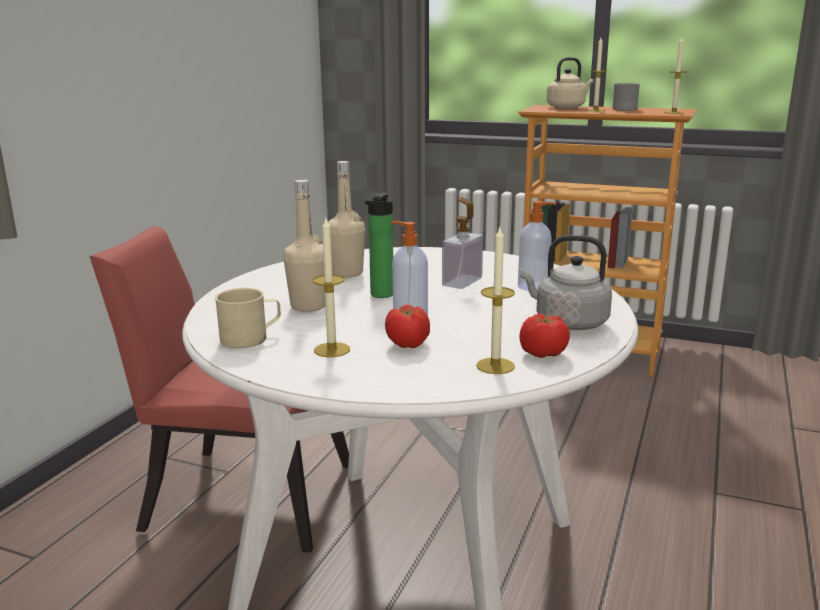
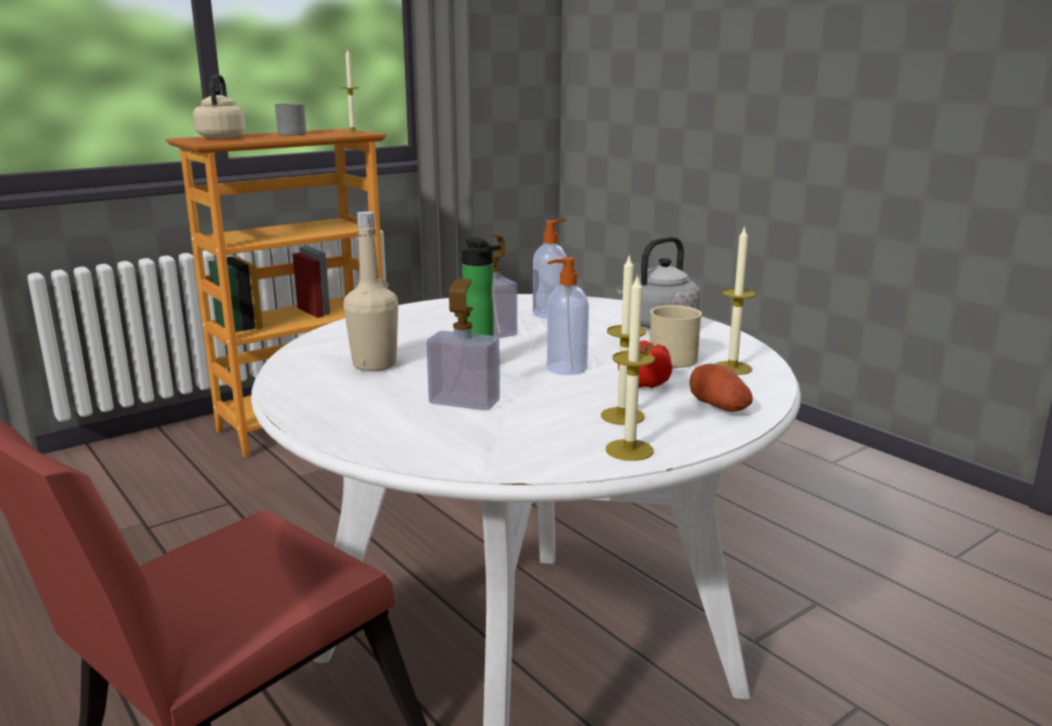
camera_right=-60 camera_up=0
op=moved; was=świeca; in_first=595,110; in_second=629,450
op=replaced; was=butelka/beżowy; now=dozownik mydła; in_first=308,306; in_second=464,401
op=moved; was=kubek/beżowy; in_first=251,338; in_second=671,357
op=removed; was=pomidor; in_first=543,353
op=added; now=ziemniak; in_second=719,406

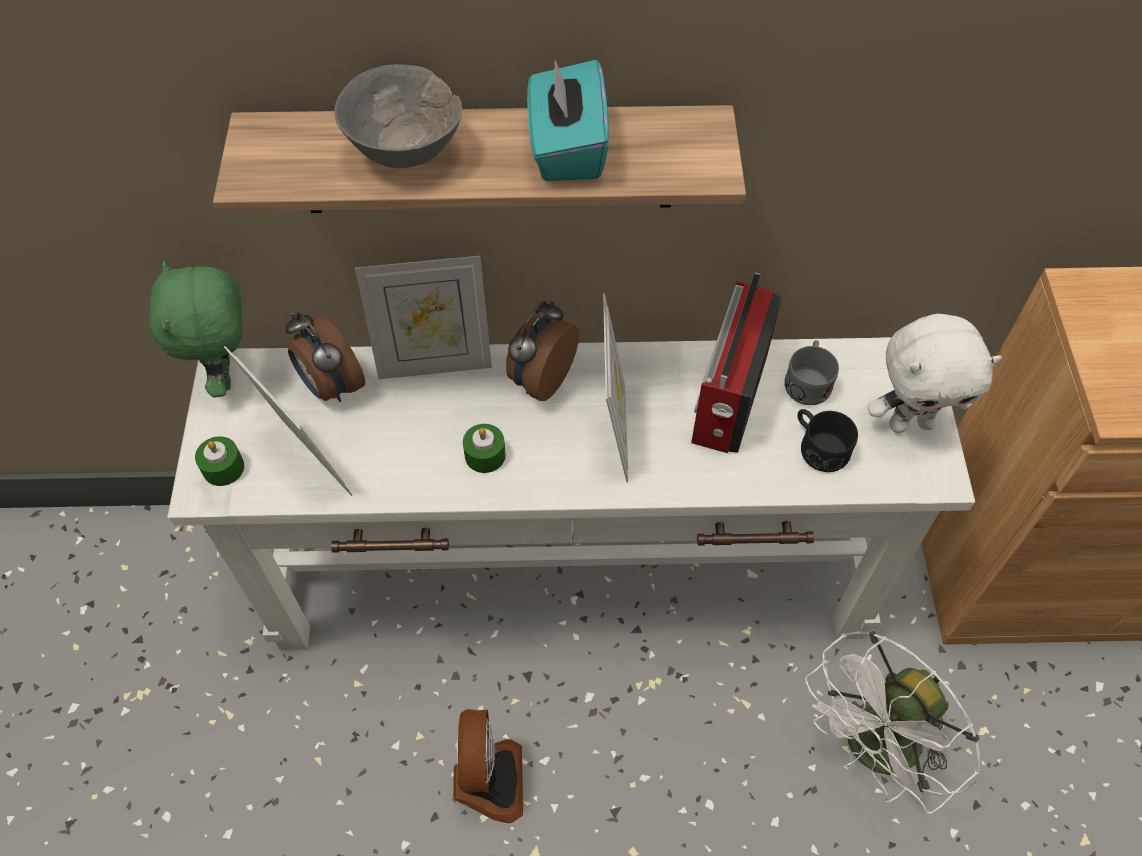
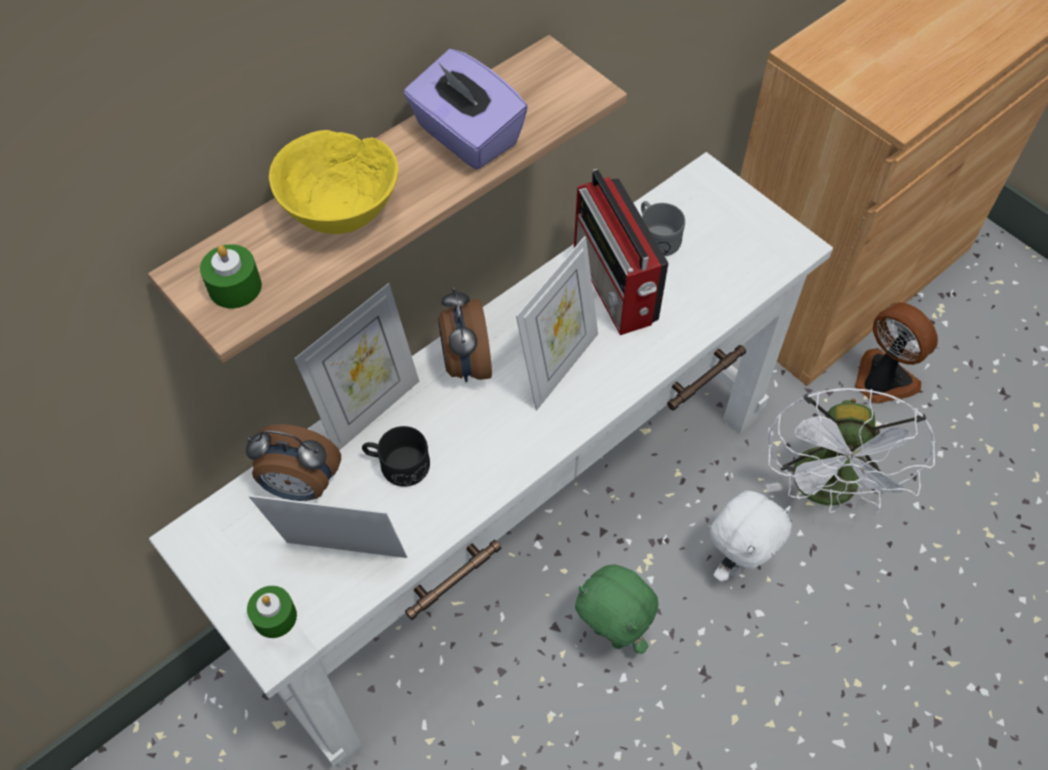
camera_right=-40 camera_up=0
op=recoloured; was=pudełko chusteczek/turkusowy; now=pudełko chusteczek/fioletowy; in_first=567,149; in_second=466,136
op=recoloured; was=miska/szary; now=miska/żółty; in_first=406,152; in_second=342,214
op=moved; was=pluszak/zielony; in_first=226,375; in_second=611,634
op=turned; was=ramka na zdjęcie; in_first=613,431; in_second=558,365; clockwise=75
op=moved; was=pluszak/biały; in_first=910,423; in_second=737,561
op=moved; was=kubek/czarny; in_first=818,446; in_second=397,464
op=moved; was=świeca/zielony; in_first=485,455; in_second=235,287
op=moved; was=wentylator; in_first=487,781; in_second=881,381

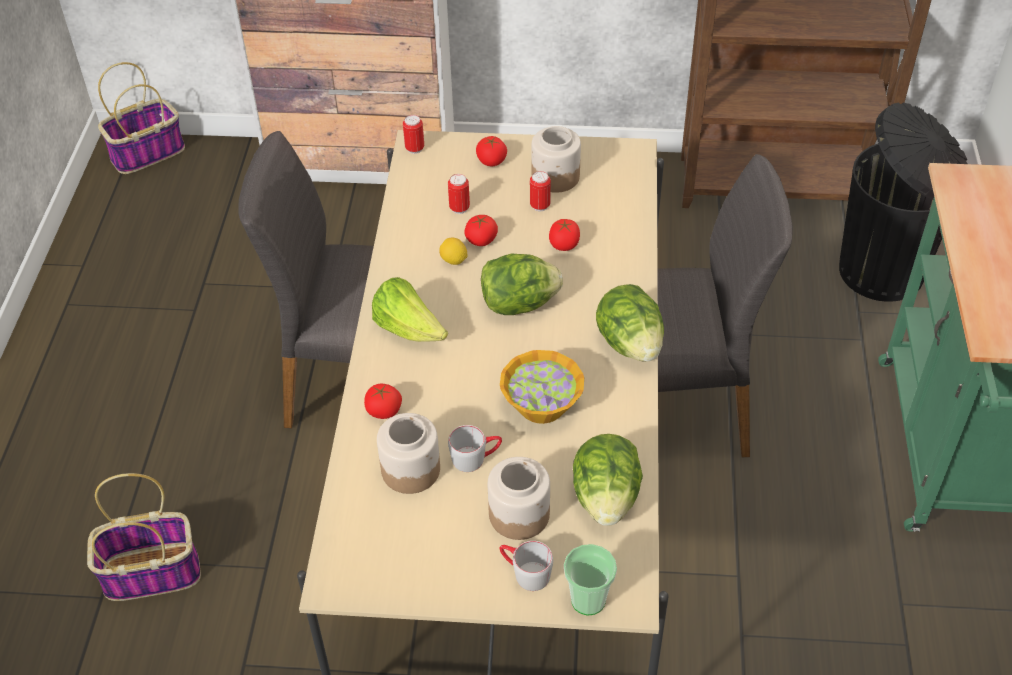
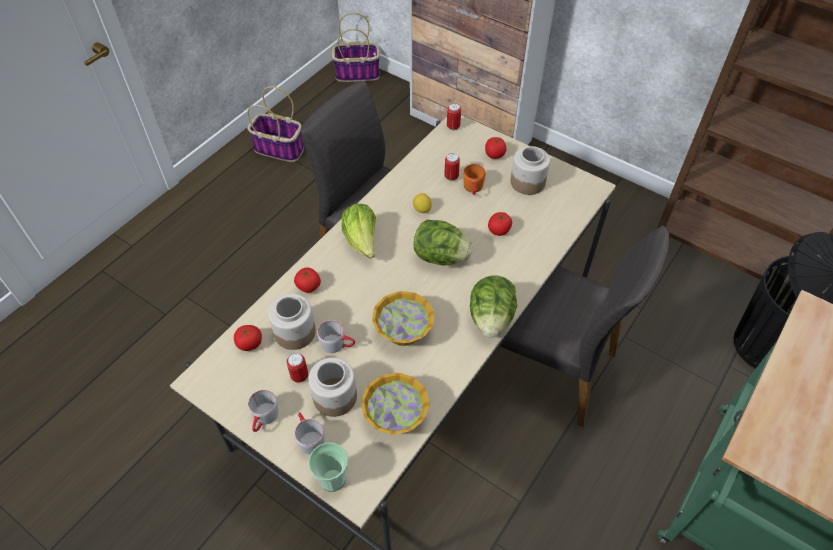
camera_right=30 camera_up=5
op=moved; was=puszka; in_first=540,206; in_second=299,376
op=moved; was=pomidor; in_first=481,240; in_second=250,343
op=replaced; was=sałata; now=miska; in_first=606,498; in_second=396,416
op=moved; was=koszyk; in_first=153,572; in_second=280,149
op=added; now=kubek/pomarańczowy; in_second=473,189
op=added; now=kubek/szary; in_second=264,419

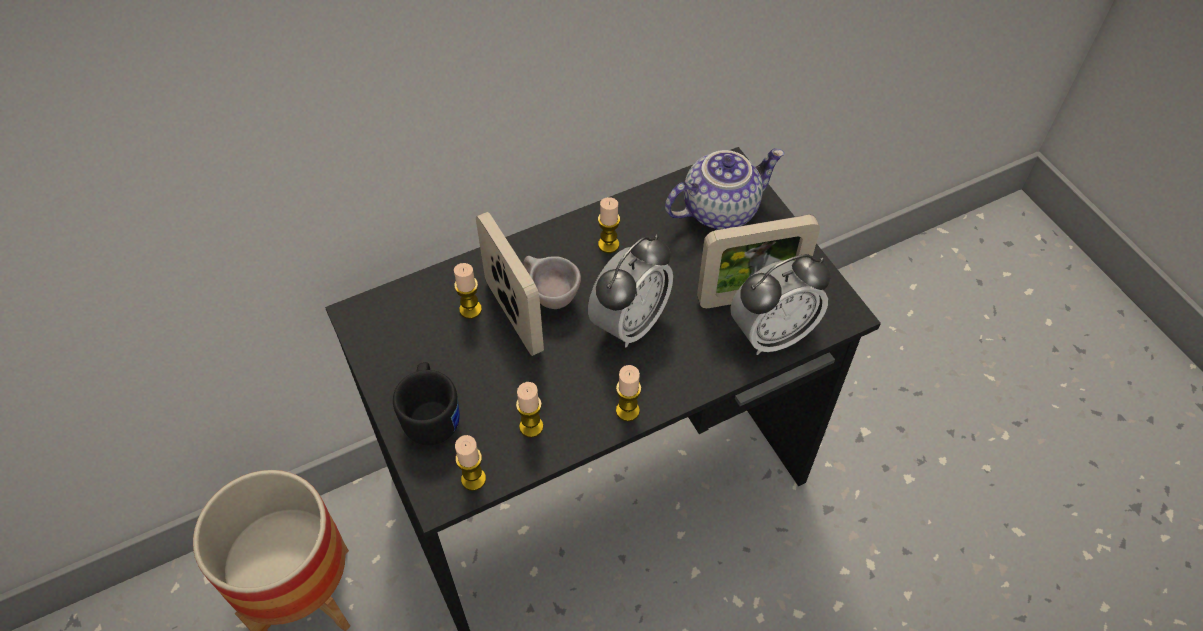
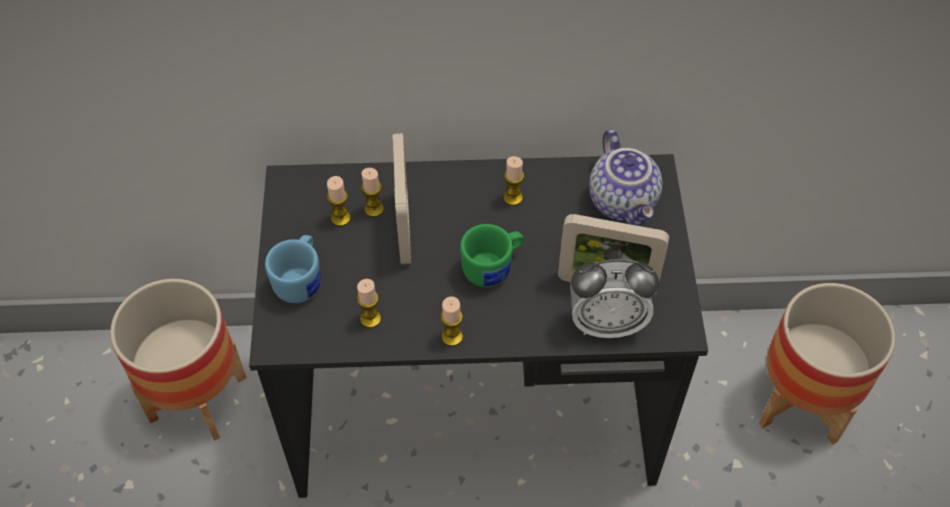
camera_right=25 camera_up=0
op=turned; was=imbryk; in_first=720,209; in_second=624,202; clockwise=75
op=replaced; was=budzik; now=kubek/zielony; in_first=629,322; in_second=493,268
op=removed; was=filiżanka/beżowy; in_first=549,296
op=recoloured; was=kubek/czarny; now=kubek/niebieski; in_first=432,415; in_second=301,280
op=moved; was=świeca; in_first=473,479; in_second=340,218
op=added; now=donica; in_second=802,402

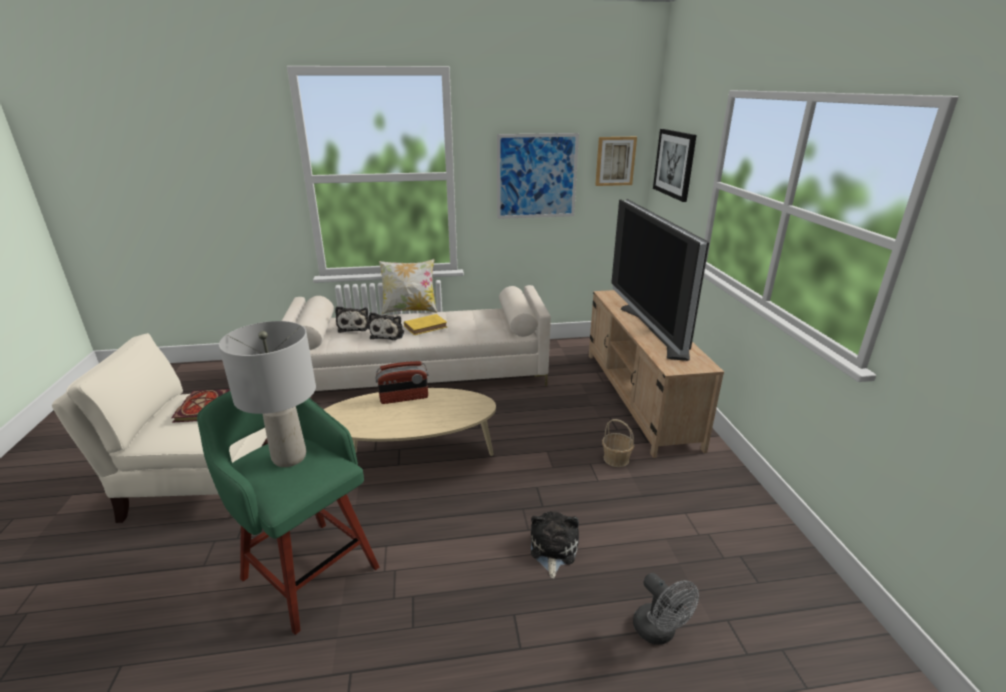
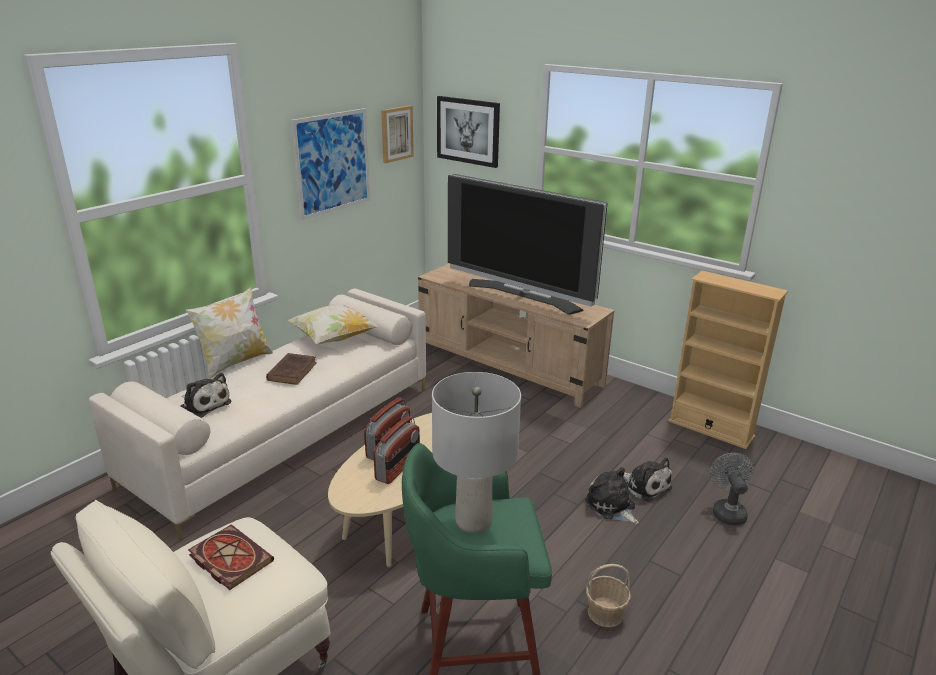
camera_right=-45 camera_up=0
op=moved; was=pluszak; in_first=388,334; in_second=645,485
op=recoloured; was=książka/żółty; now=książka/brązowy; in_first=426,326; in_second=293,371
op=moved; was=koszyk; in_first=616,459; in_second=605,613
op=turned; was=wentylator/szary; in_first=659,632; in_second=727,511; clockwise=-105
op=added; now=regał/beżowy; in_second=710,429
op=added; now=poduszka; in_second=334,338
op=added; now=radio; in_second=398,467

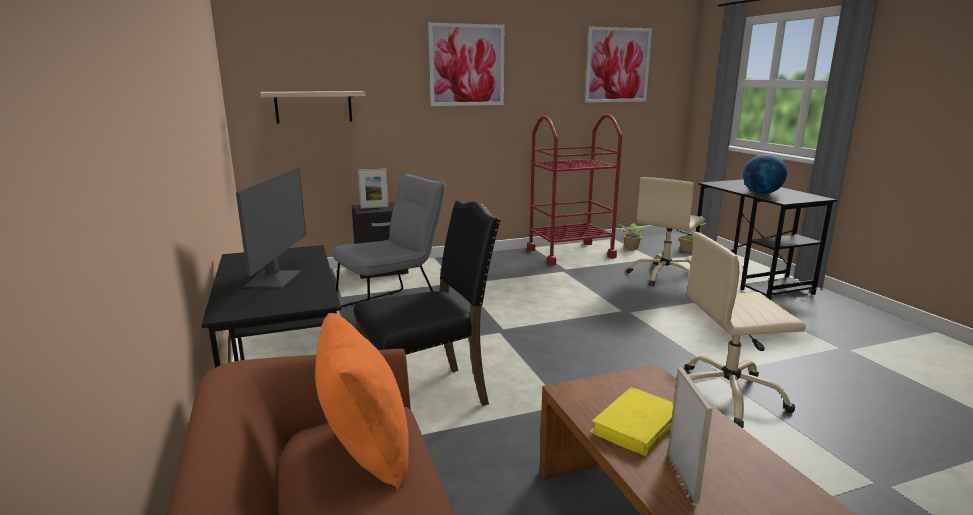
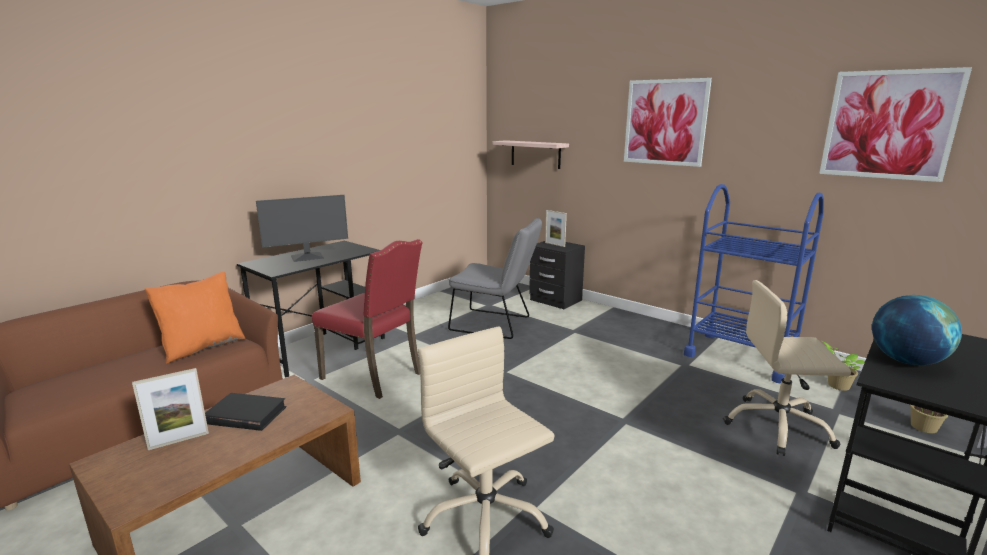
camera_right=60 camera_up=0
op=recoloured; was=wózek/czerwony; now=wózek/niebieski; in_first=570,253; in_second=740,356
op=recoloured; was=krzesło/czarny; now=krzesło/czerwony; in_first=428,396; in_second=374,375
op=recoloured; was=książka/żółty; now=książka/czarny; in_first=637,425; in_second=245,415

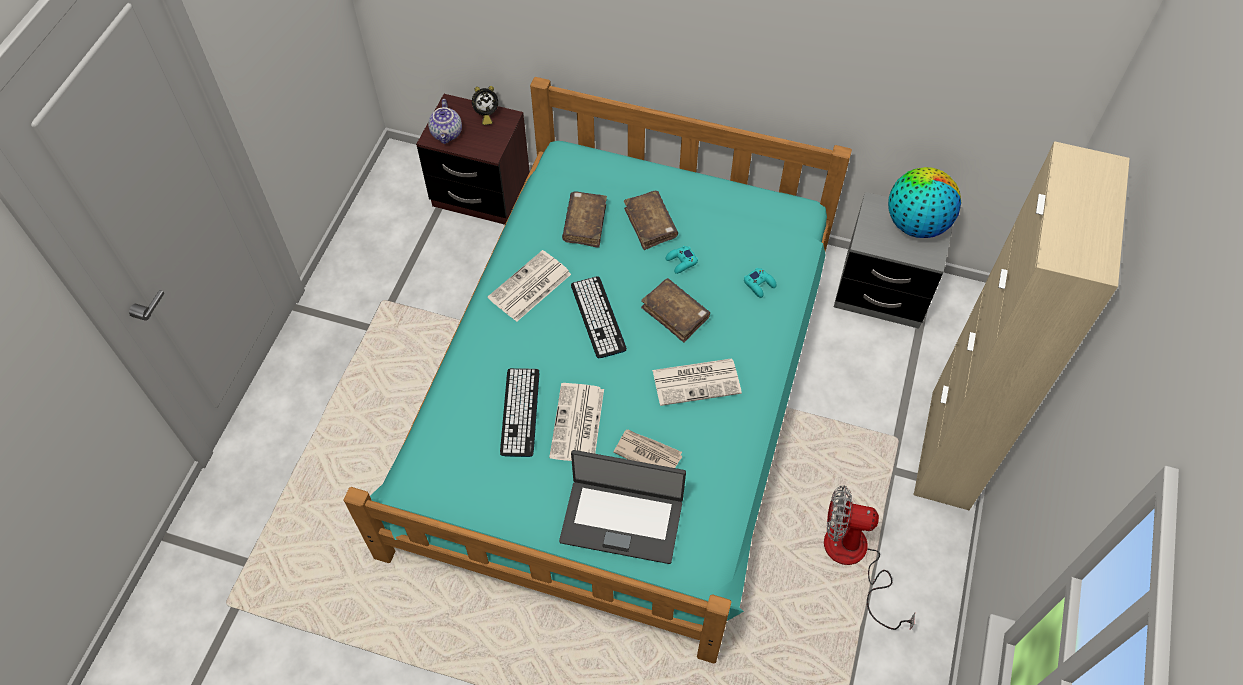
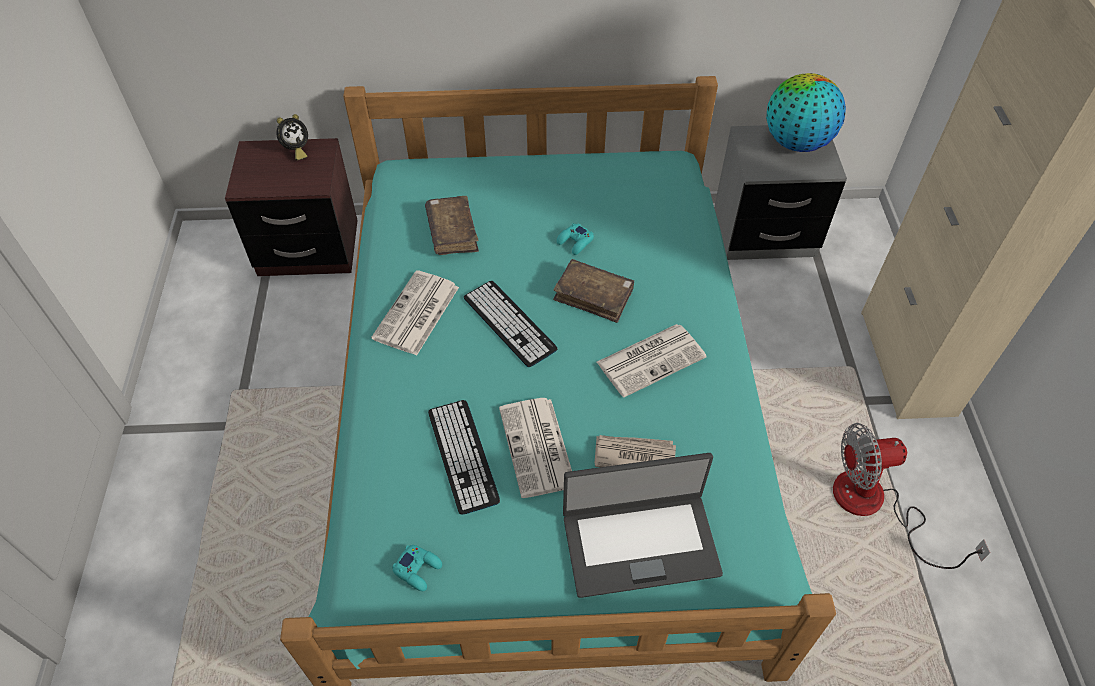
camera_right=-20 camera_up=-5
op=removed; was=imbryk; in_first=447,134
op=removed; was=książka/brązowy; in_first=650,224
op=moved; was=pad do gier/turkusowy; in_first=759,284; in_second=418,569

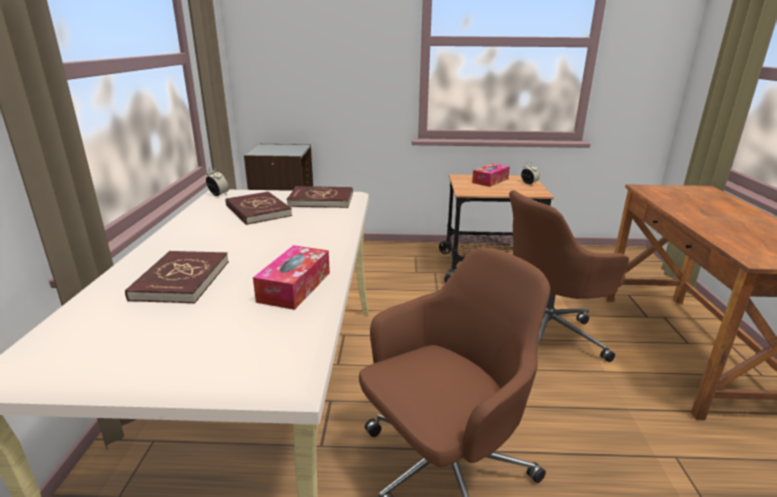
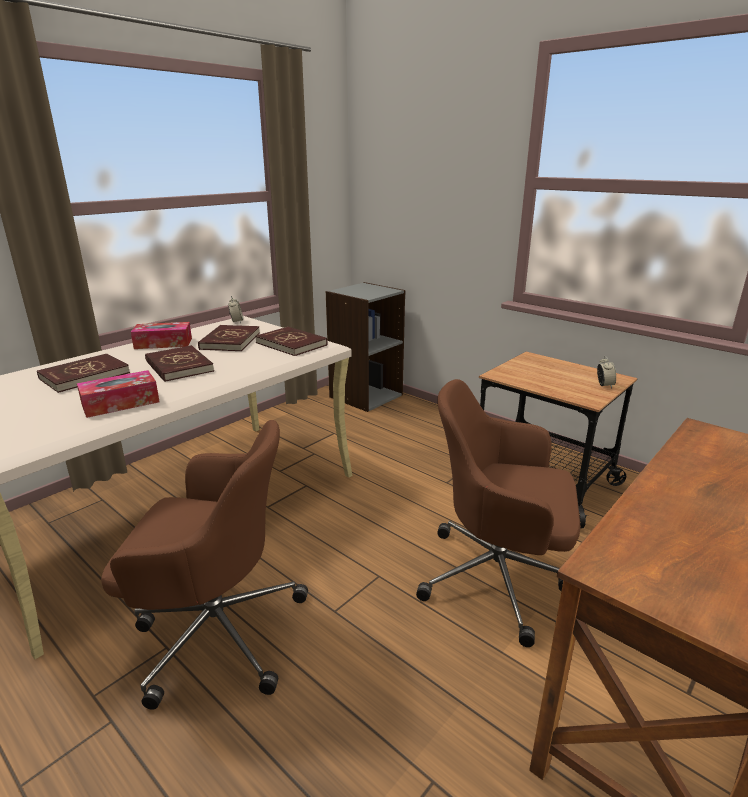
camera_right=40 camera_up=0
op=moved; was=pudełko chusteczek; in_first=490,181; in_second=163,343
op=added; now=książka/czerwony; in_second=179,366

